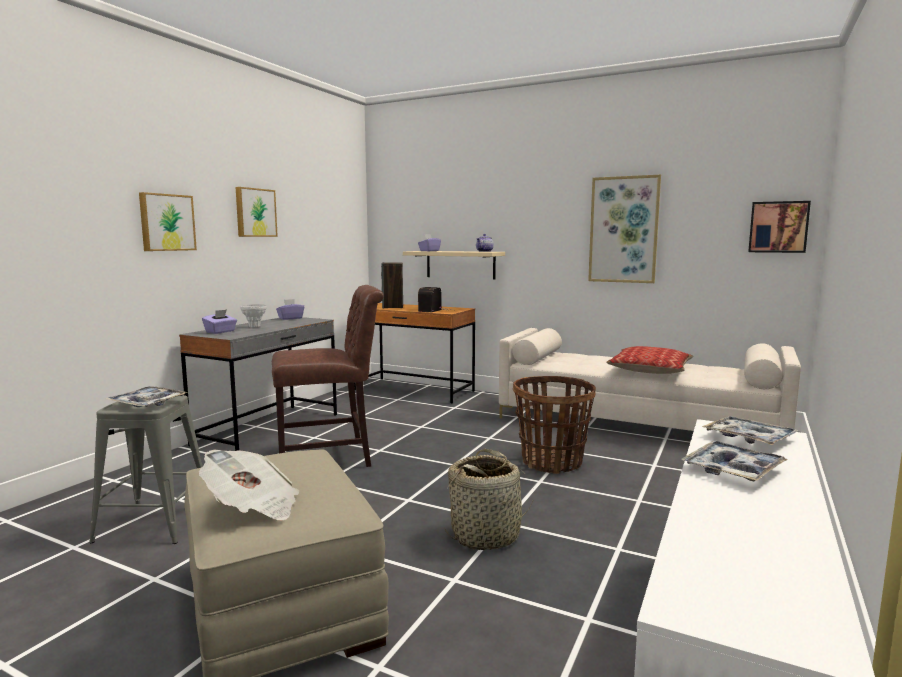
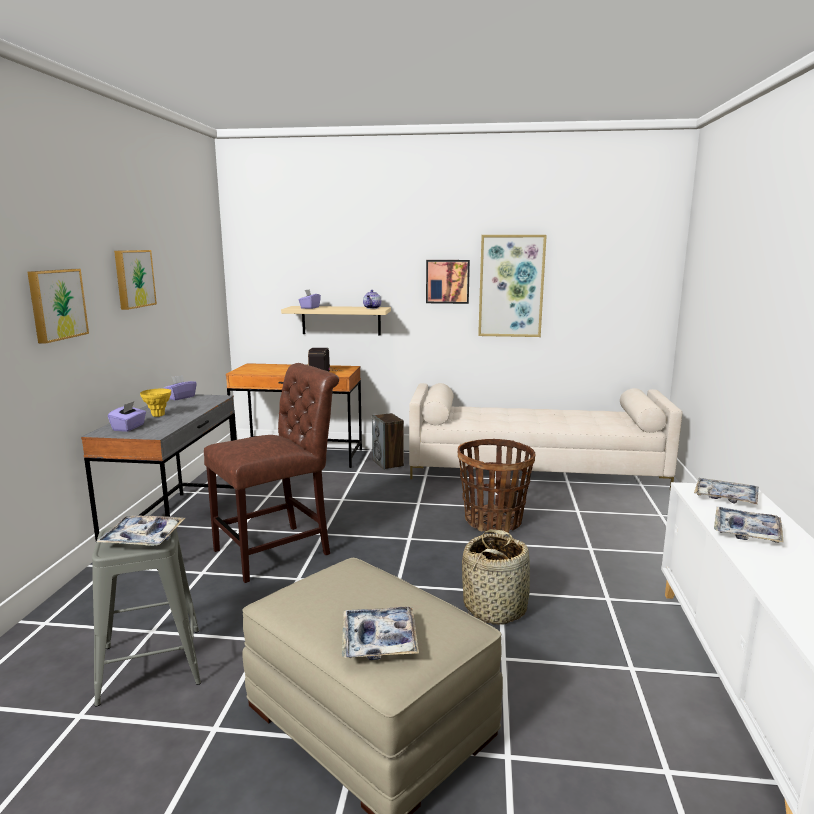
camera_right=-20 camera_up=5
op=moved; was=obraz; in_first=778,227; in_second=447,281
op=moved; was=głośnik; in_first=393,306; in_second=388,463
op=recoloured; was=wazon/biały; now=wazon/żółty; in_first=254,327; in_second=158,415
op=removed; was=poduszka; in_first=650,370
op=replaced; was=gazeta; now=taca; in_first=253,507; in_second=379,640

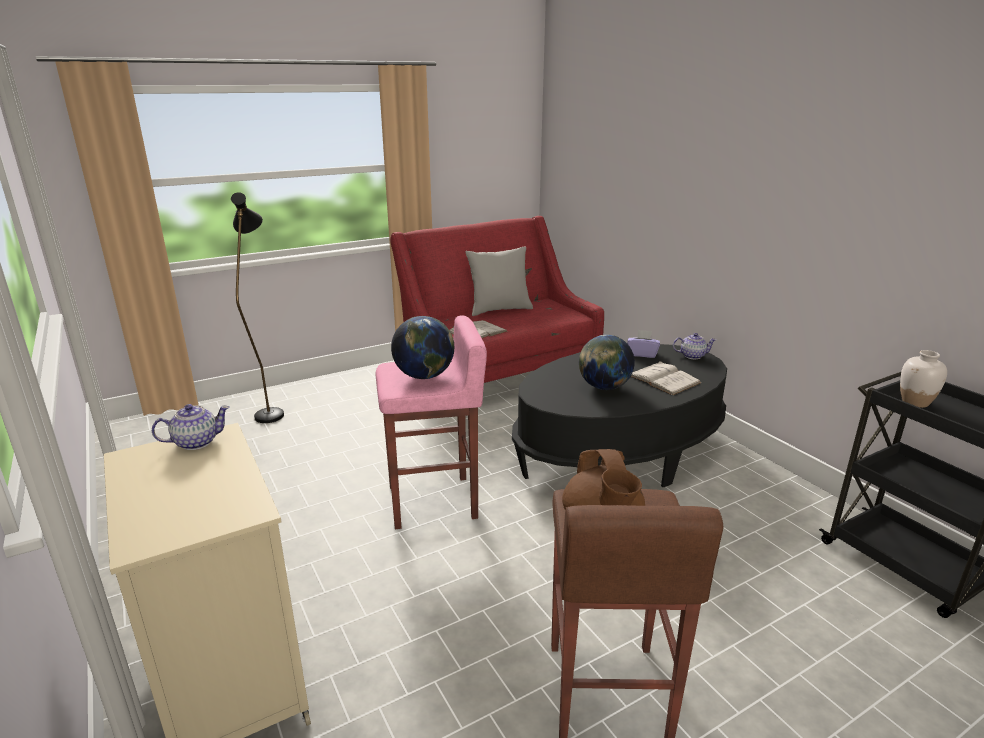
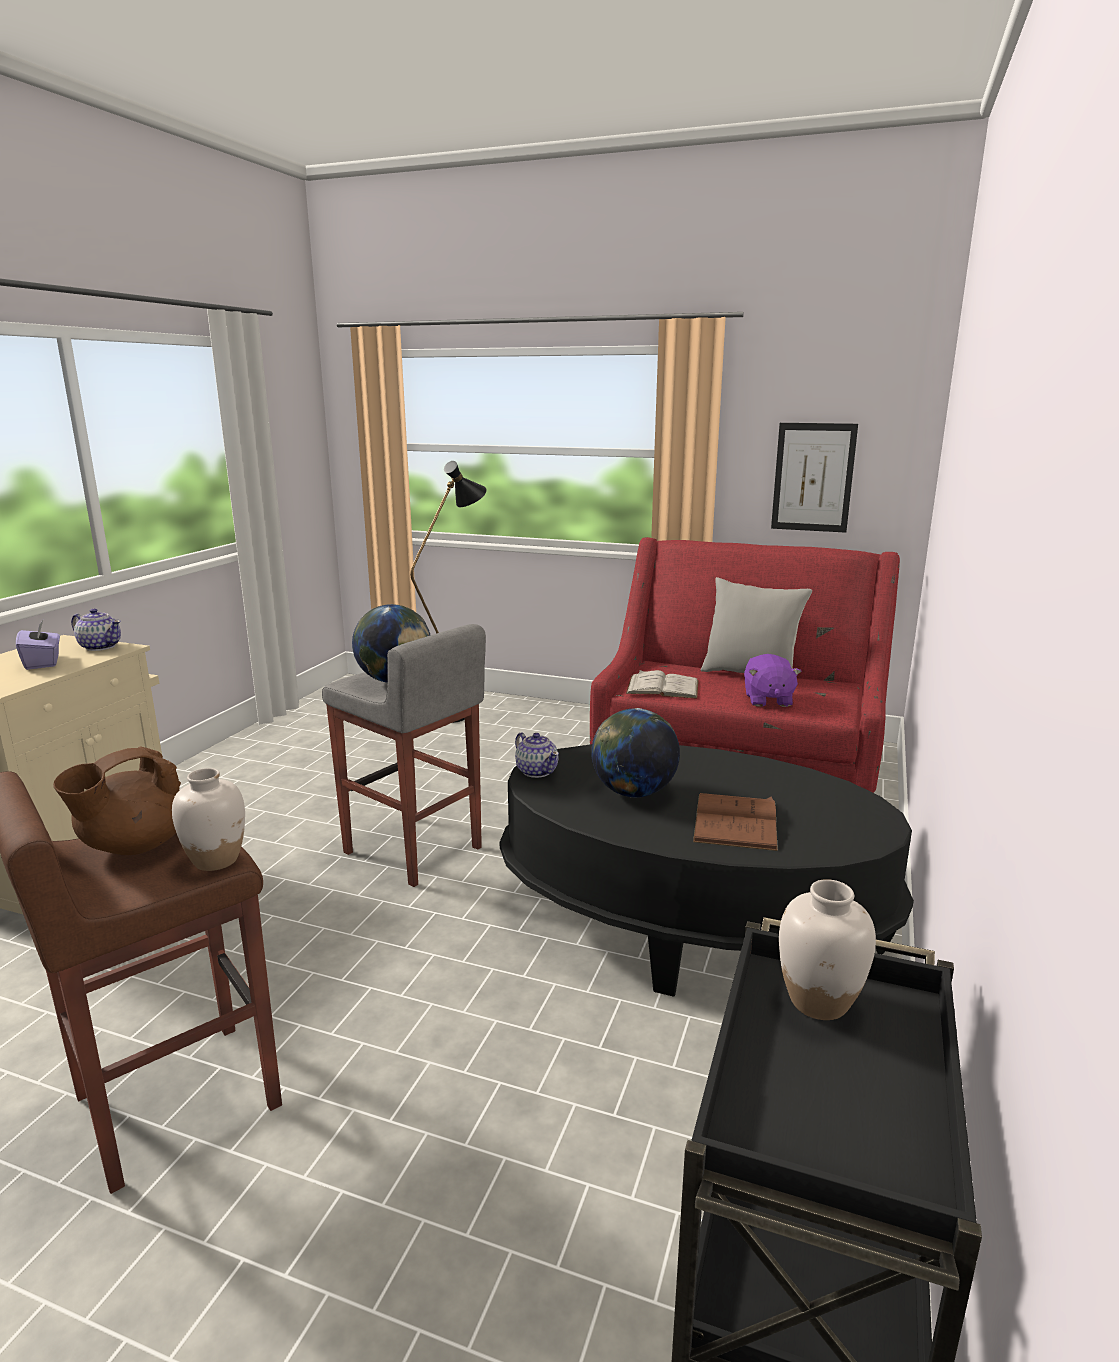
camera_right=50 camera_up=-5
op=recoloured; was=stołek/różowy; now=stołek/szary; in_first=434,502; in_second=413,851
op=moved; was=pudełko chusteczek/fioletowy; in_first=642,354; in_second=43,662
op=moved; was=imbryk; in_first=692,356; in_second=537,771
op=recoloured; was=książka/biały; now=książka/brązowy; in_first=663,379; in_second=735,821
op=added; now=obraz; in_second=813,477
op=added; now=pluszak/fioletowy; in_second=767,700
op=added; now=wazon/biały; in_second=216,860

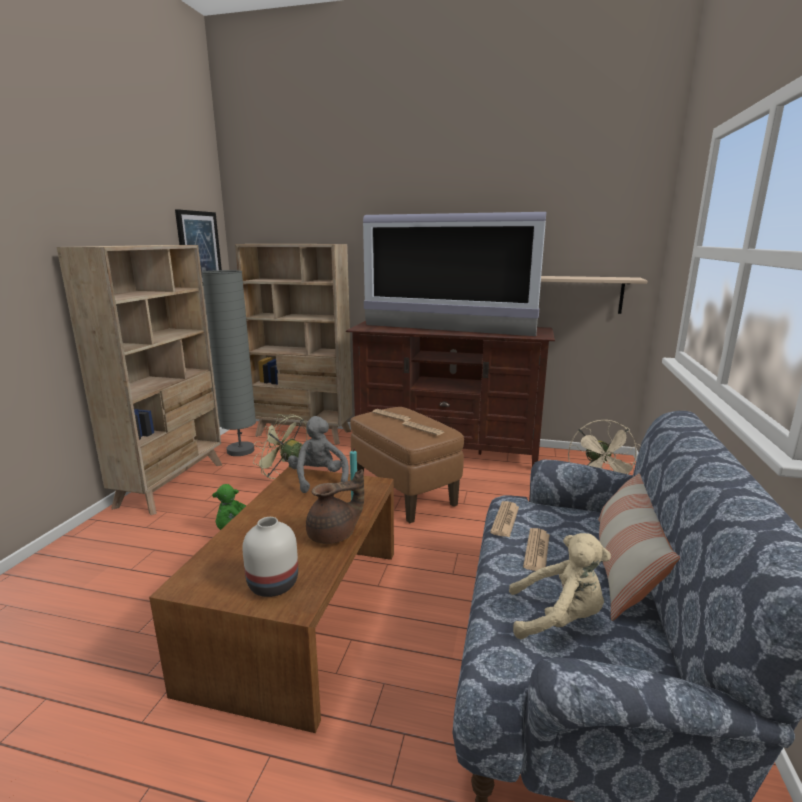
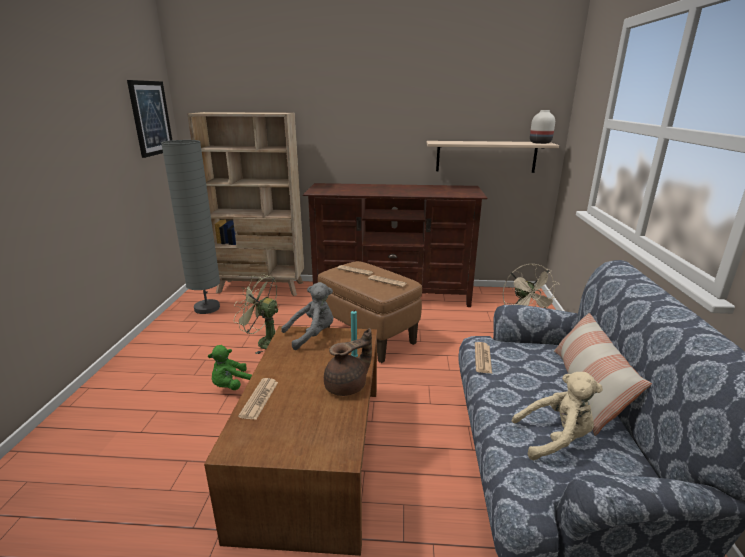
camera_right=-10 camera_up=5
op=removed; was=telewizor; in_first=445,330
op=removed; was=regał/beżowy; in_first=172,484
op=turned; was=pluszak/szary; in_first=319,479; in_second=312,335; clockwise=90
op=moved; was=wazon/biały; in_first=272,584; in_second=539,142
op=moved; was=gazeta; in_first=536,550; in_second=259,399

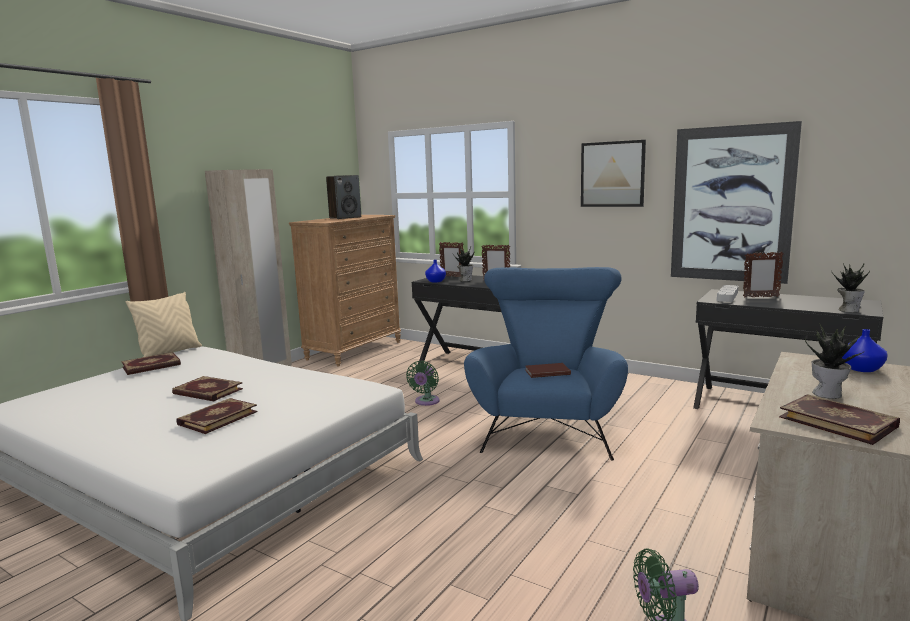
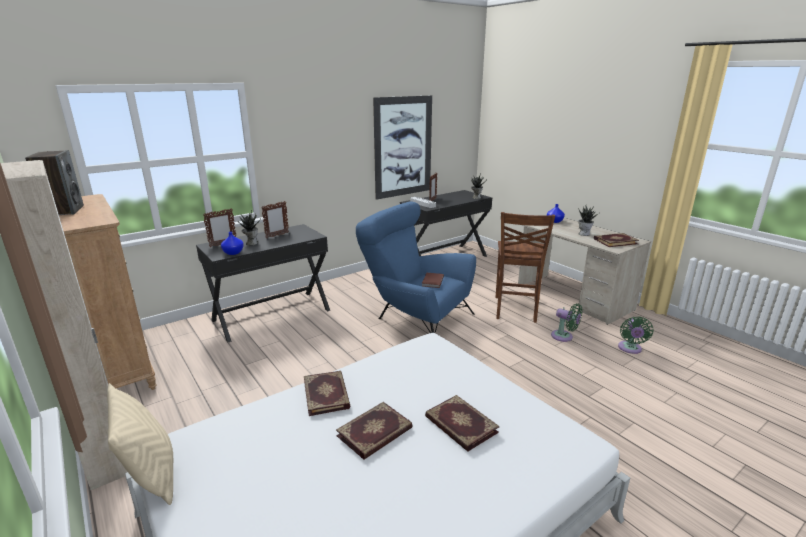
camera_right=-70 camera_up=10
op=removed; was=obraz; in_first=612,174
op=moved; was=książka; in_first=151,366; in_second=327,394
op=moved; was=wentylator/zielony; in_first=426,402; in_second=564,337
op=added; now=krzesło/brązowy; in_second=515,310

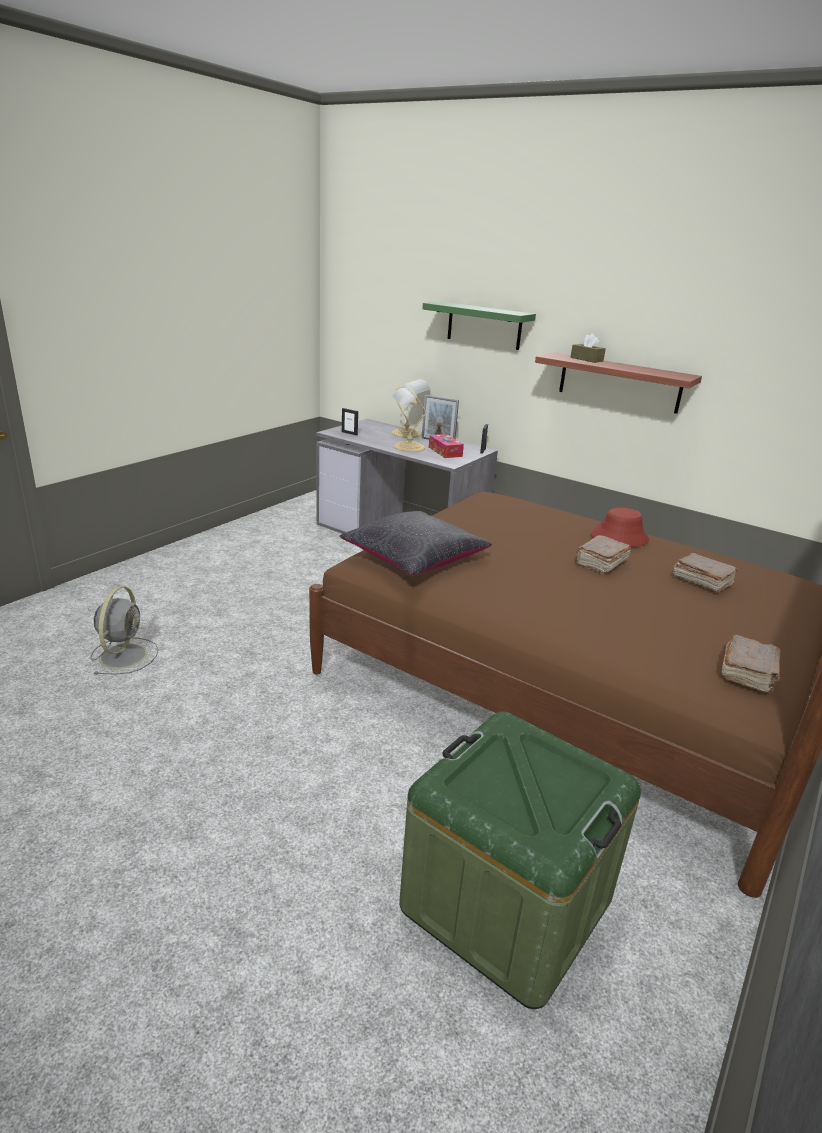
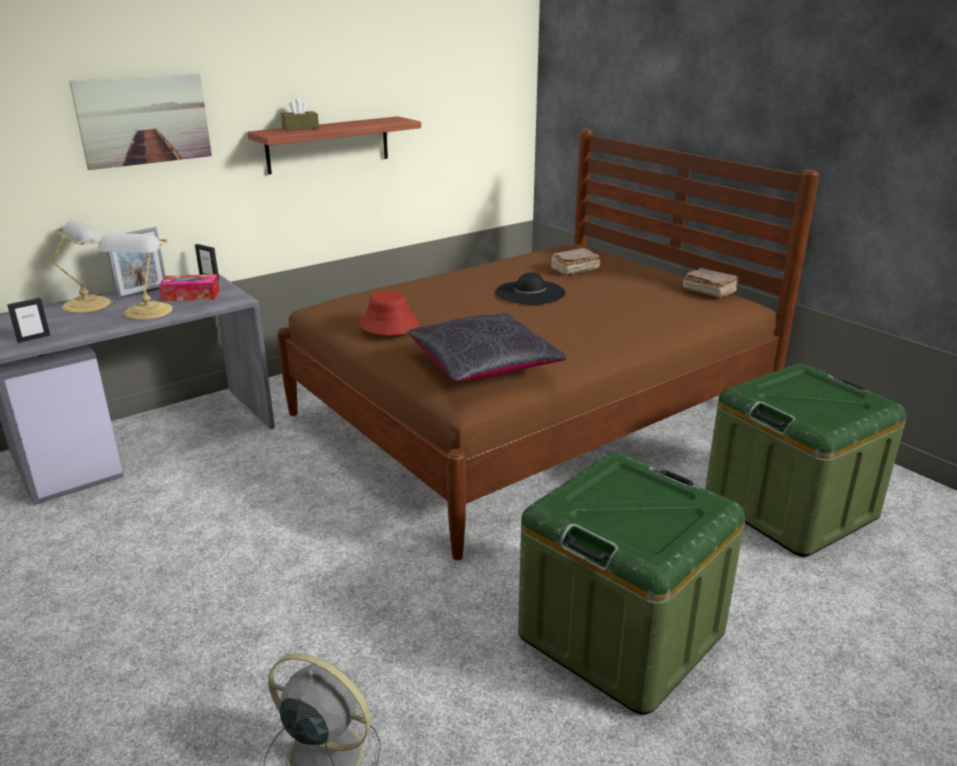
camera_right=-70 camera_up=0
op=replaced; was=półka/zielony; now=obraz; in_first=484,325; in_second=144,120
op=moved; was=kapelusz/czerwony; in_first=619,537; in_second=389,324
op=replaced; was=książka/brązowy; now=kapelusz/czarny; in_first=600,563; in_second=530,293
op=added; now=pojemnik do przechowywania/zielony; in_second=621,634

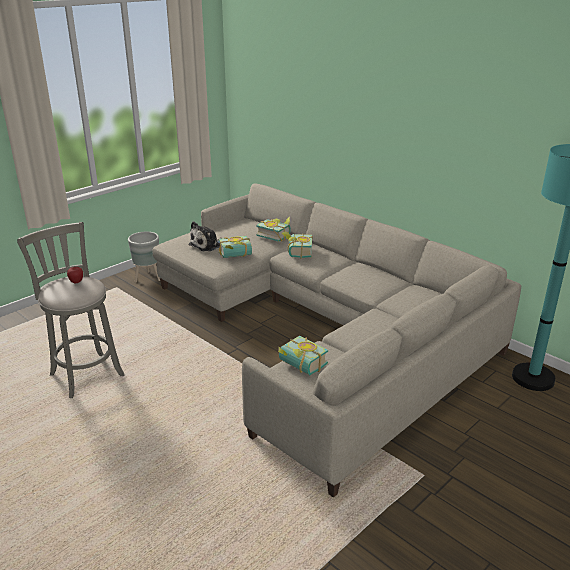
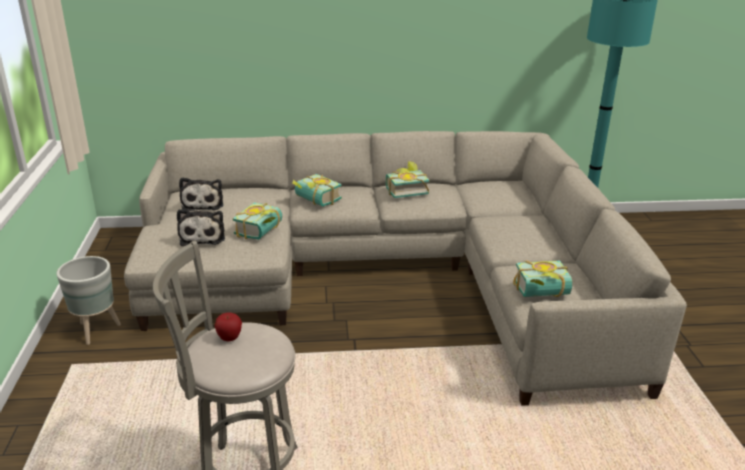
camera_right=-50 camera_up=0
op=moved; was=książka; in_first=275,235; in_second=405,190
op=added; now=pluszak; in_second=203,203

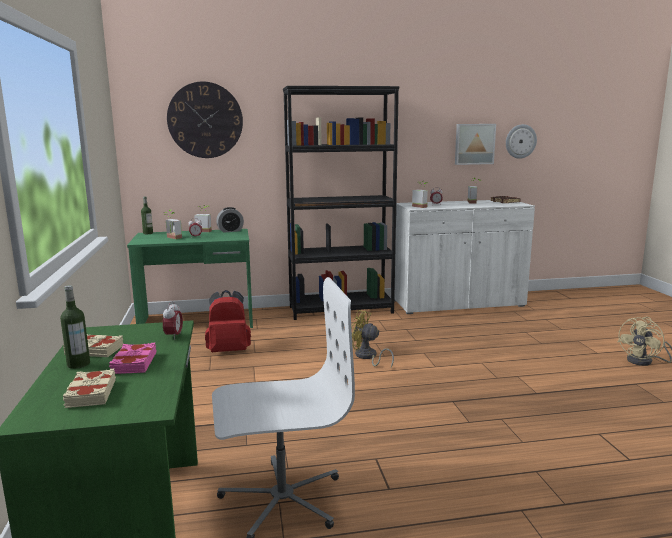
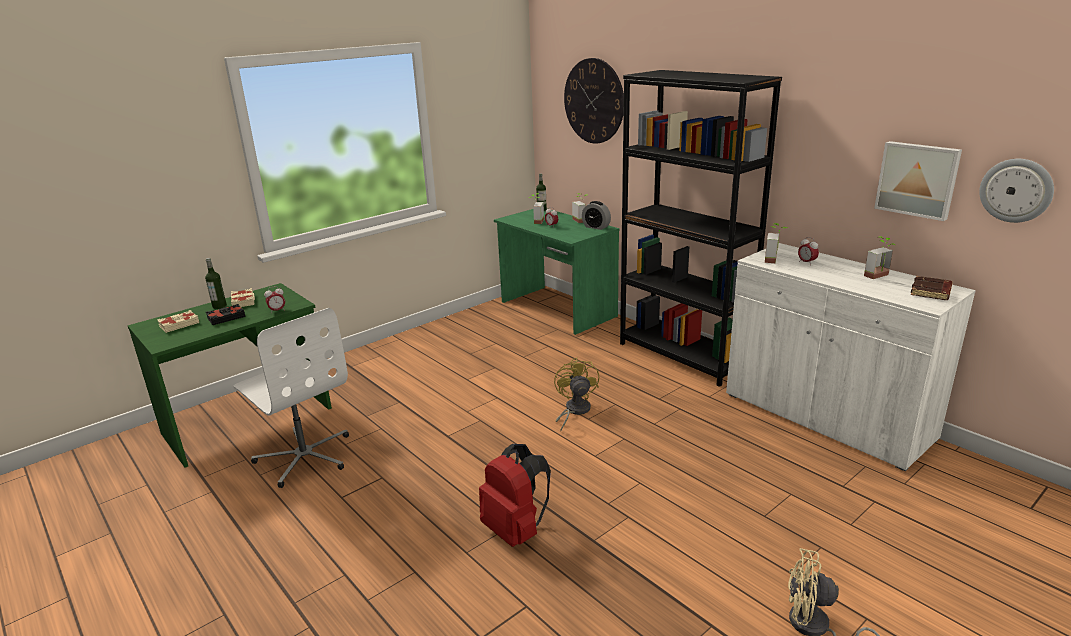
camera_right=60 camera_up=10
op=moved; was=plecak/czerwony; in_first=229,350; in_second=516,530
op=recoloured; was=książka/różowy; now=książka/czarny; in_first=133,363; in_second=226,317

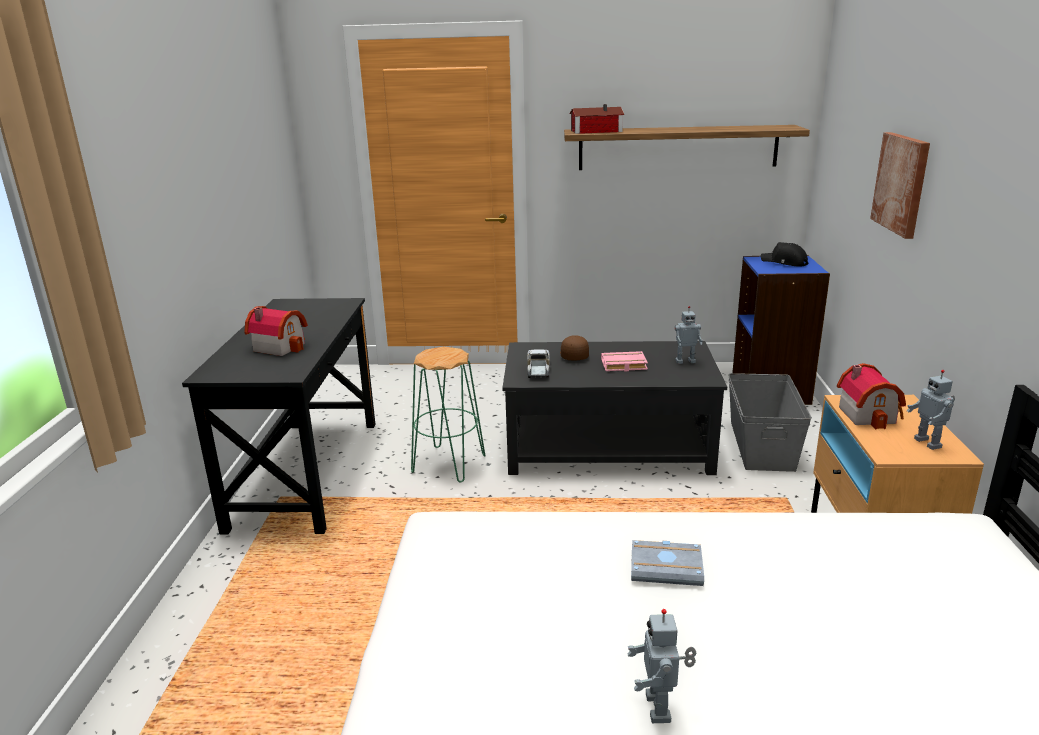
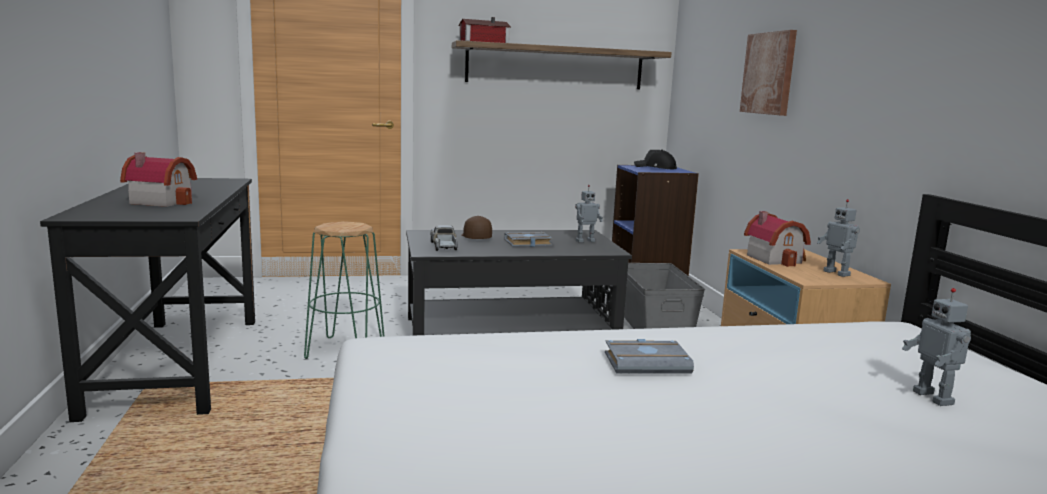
camera_right=-15 camera_up=-10
op=recoloured; was=książka/różowy; now=książka/szary; in_first=623,365; in_second=527,243
op=moved; was=robot zabawkowy; in_first=660,708; in_second=935,398

